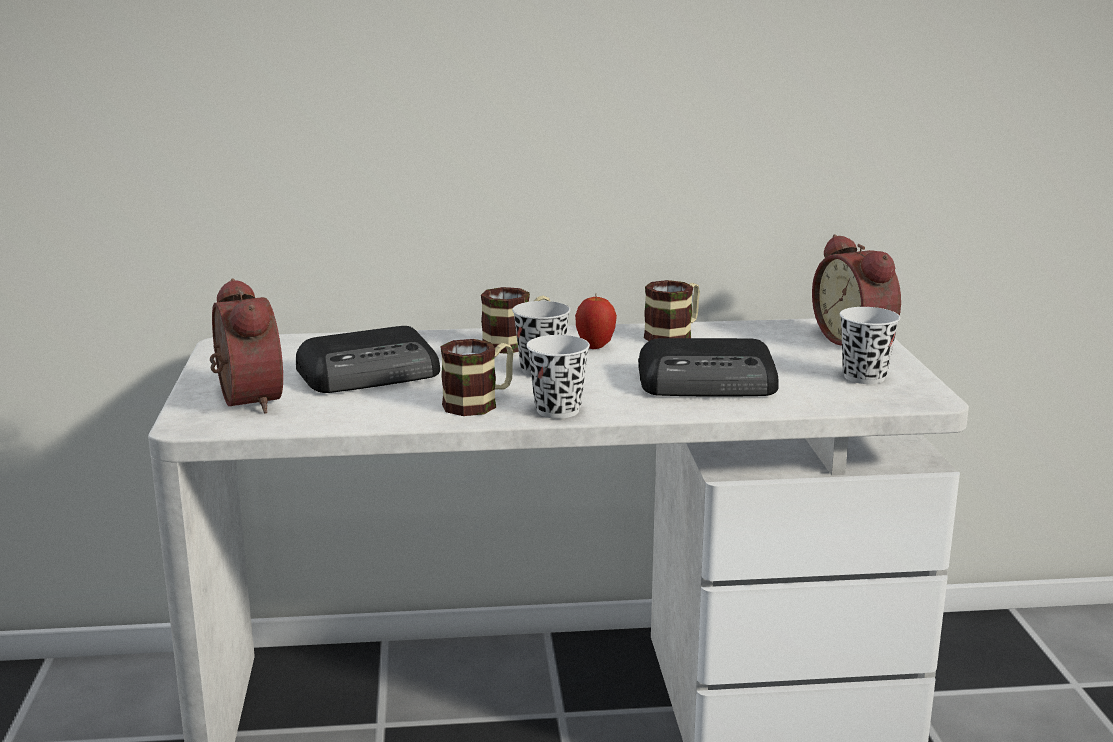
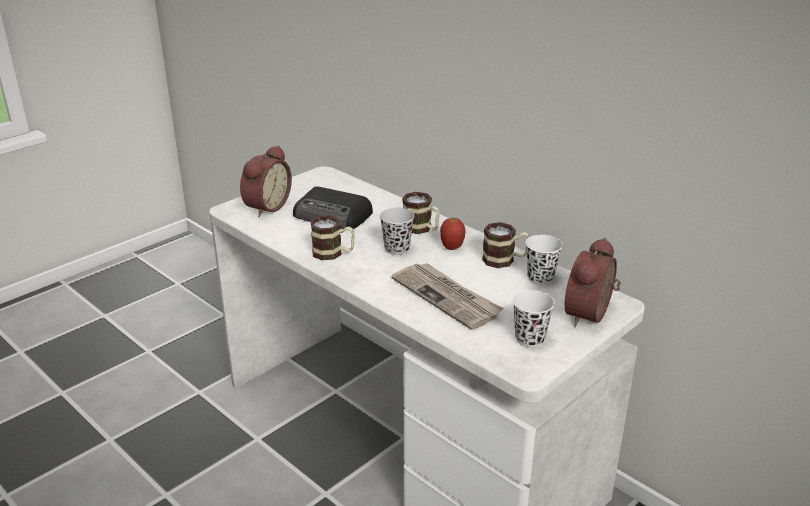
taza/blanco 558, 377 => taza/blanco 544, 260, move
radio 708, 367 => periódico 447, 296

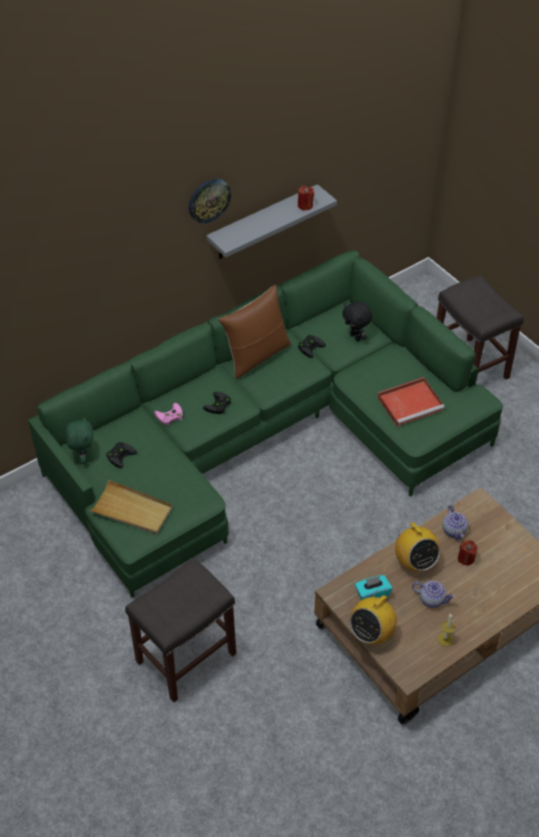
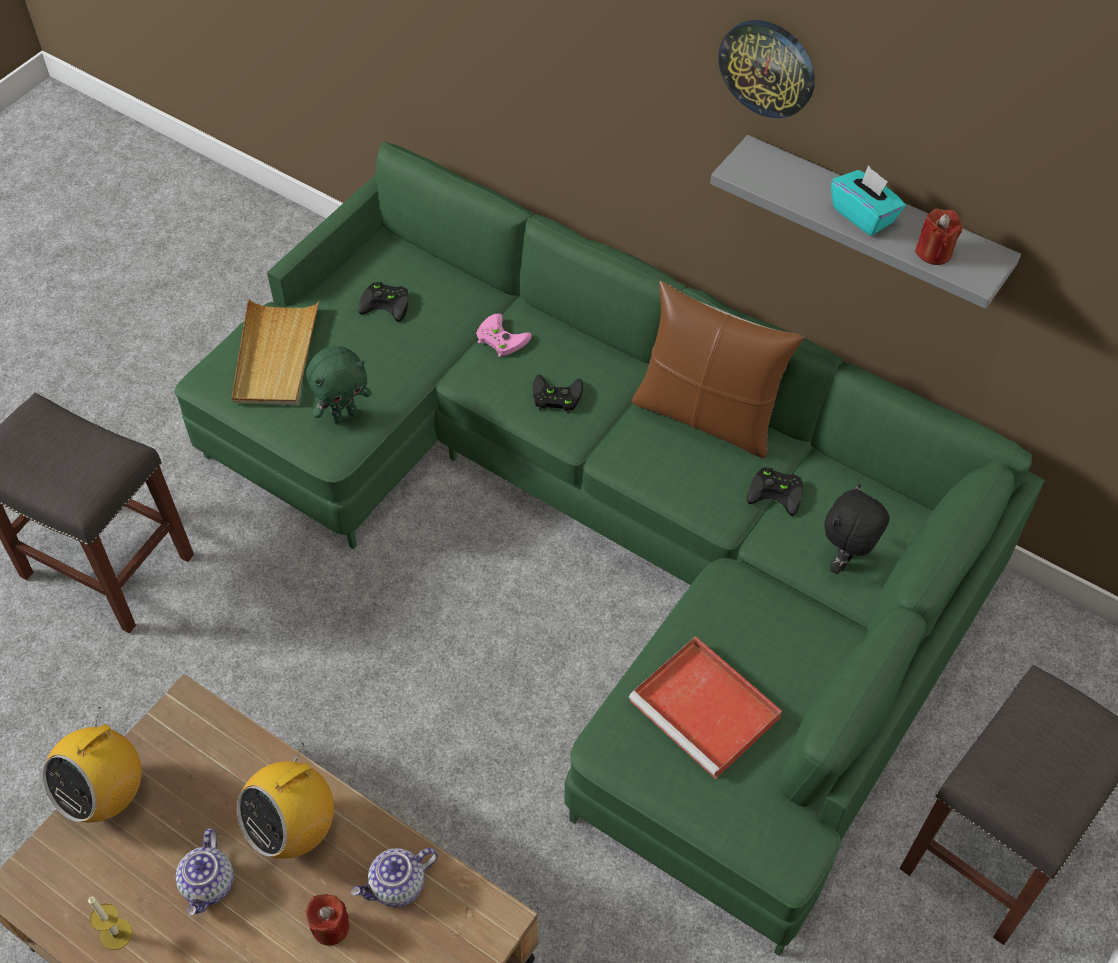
peluche/verde 79, 440 => peluche/verde 339, 385, move
caja de pañuelos/turquesa 373, 587 => caja de pañuelos/turquesa 868, 200, move
radio 373, 615 => radio 92, 764, 75 degrees counterclockwise

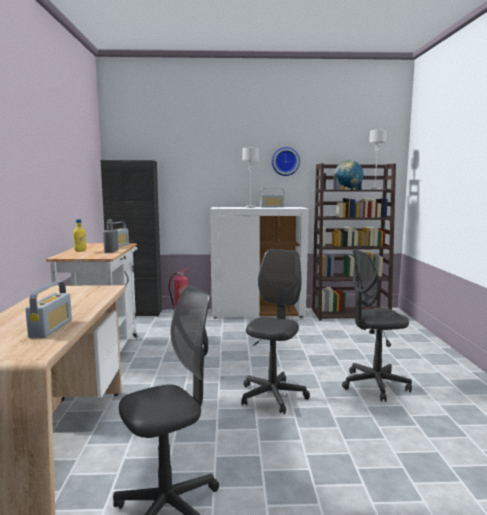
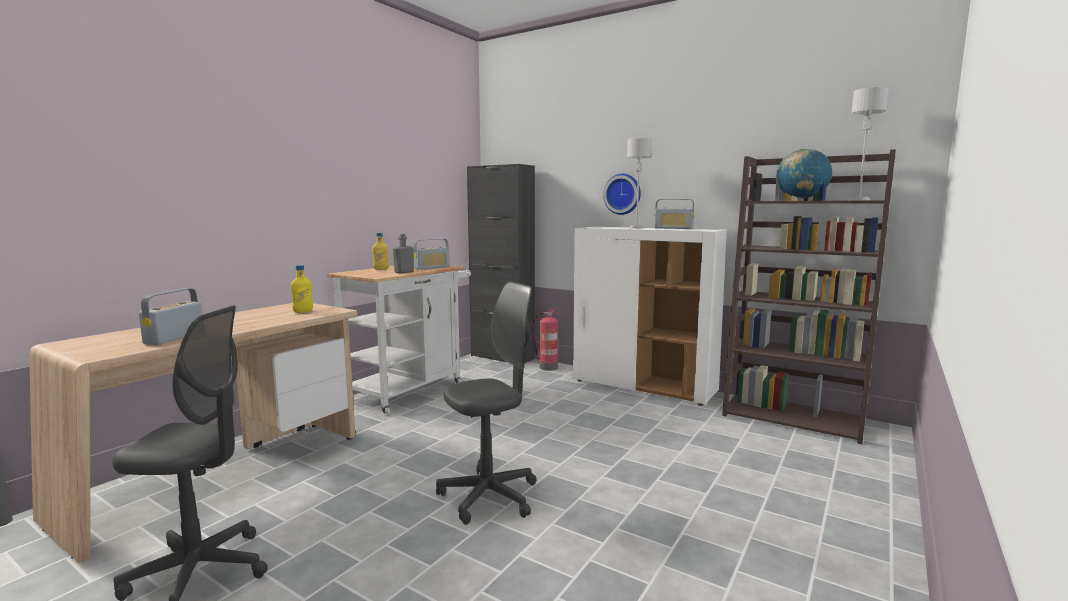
silla de oficina/gris 377, 325 => nothing
nothing => botella/amarillo 302, 289
reloj de pared 286, 161 => reloj de pared 622, 194, move
radio 48, 309 => radio 171, 316, 150 degrees clockwise

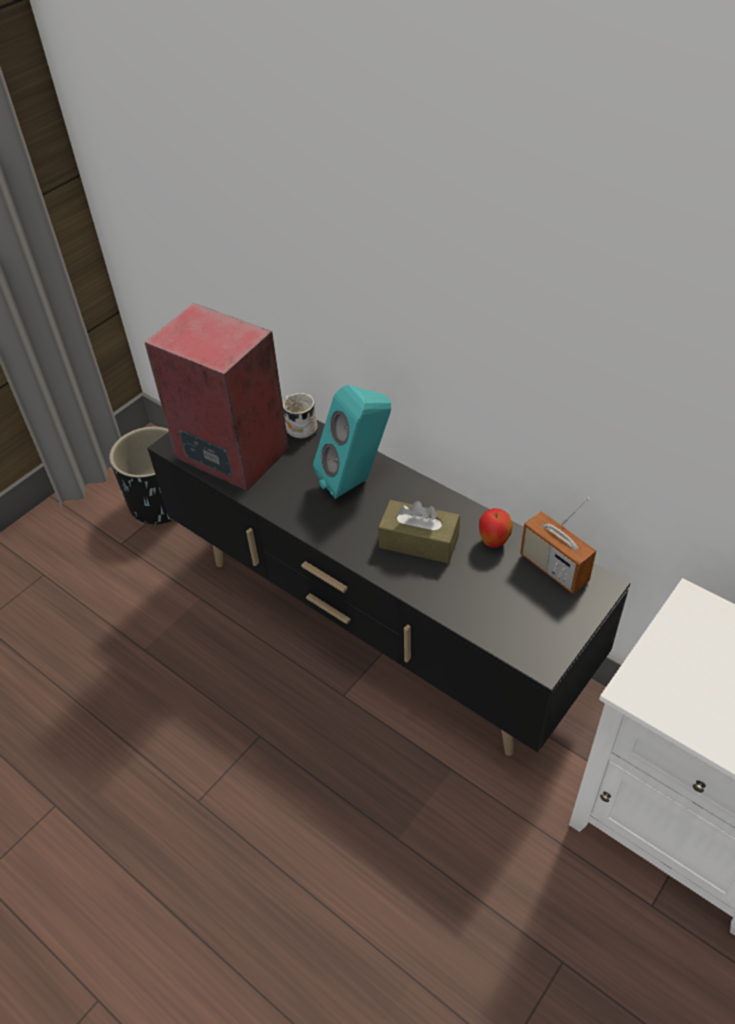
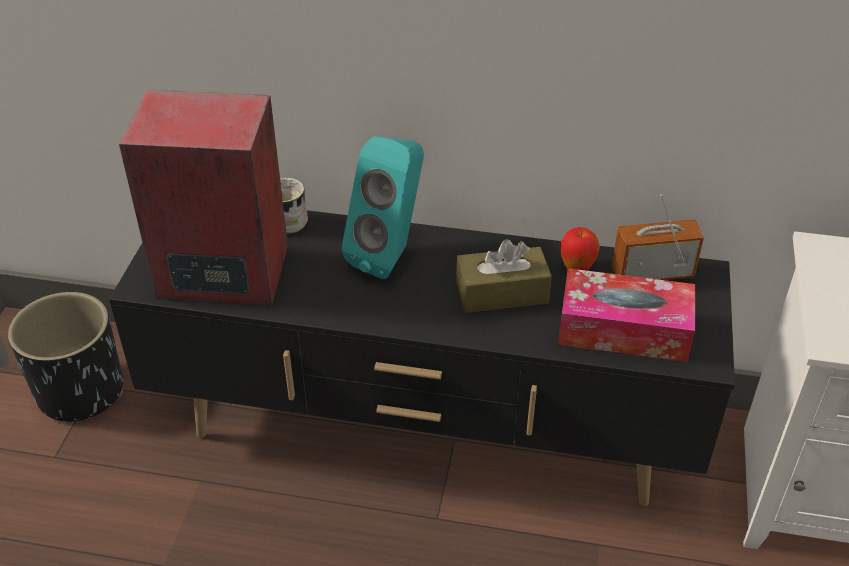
nothing => caja de pañuelos 626, 315
radio 558, 545 => radio 658, 237, 150 degrees clockwise

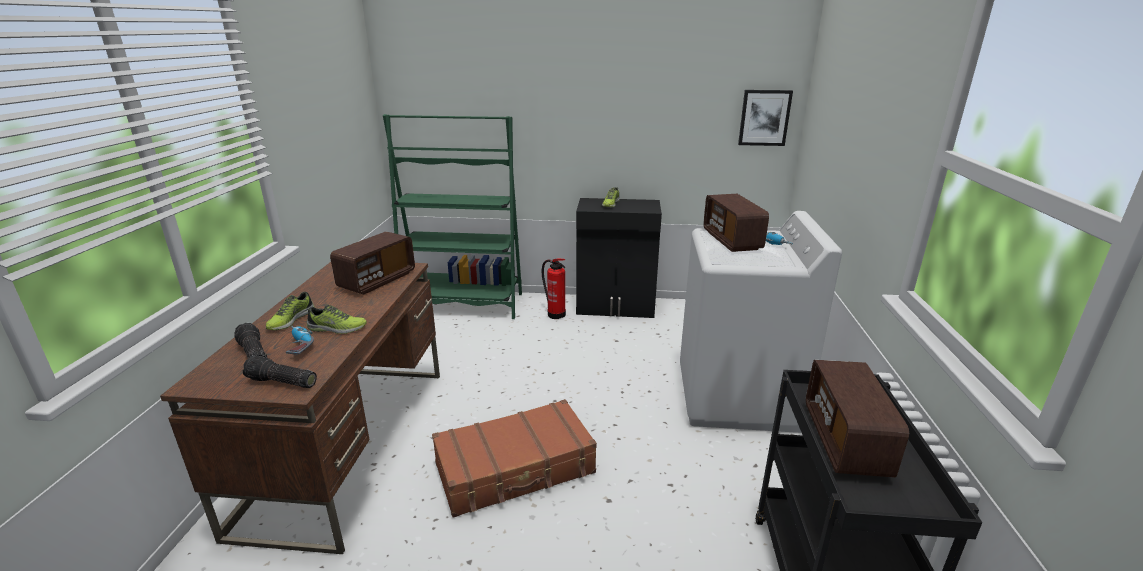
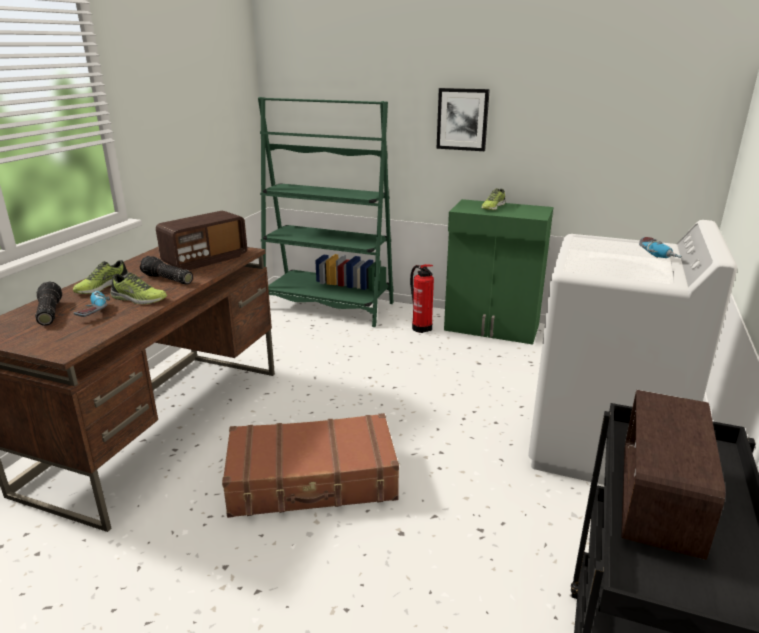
radio 736, 223 => nothing
linterna 280, 372 => linterna 166, 270, move
cuadro 765, 118 => cuadro 463, 119, move
armario/negro 619, 258 => armario/verde 498, 271

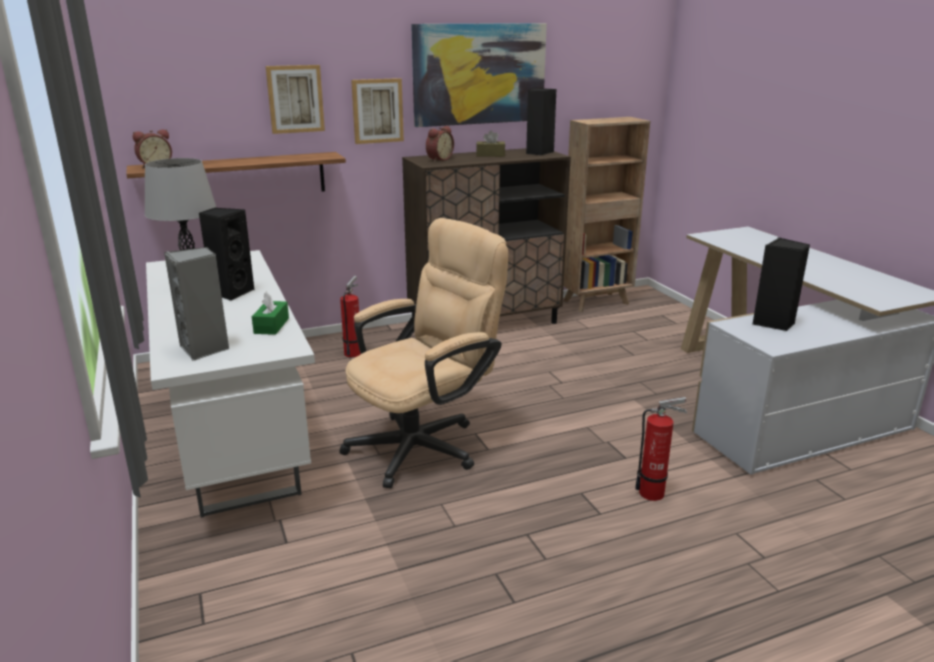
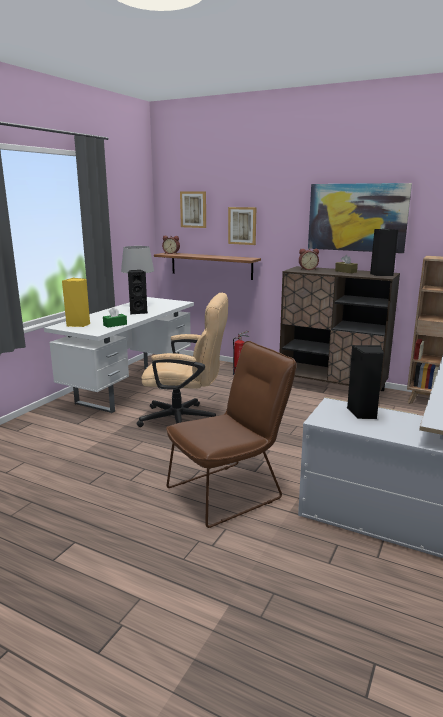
cuadro 377, 111 => cuadro 193, 210, move
extintor 661, 449 => silla/marrón 231, 434
altavoz/gris 196, 304 => altavoz/amarillo 76, 302

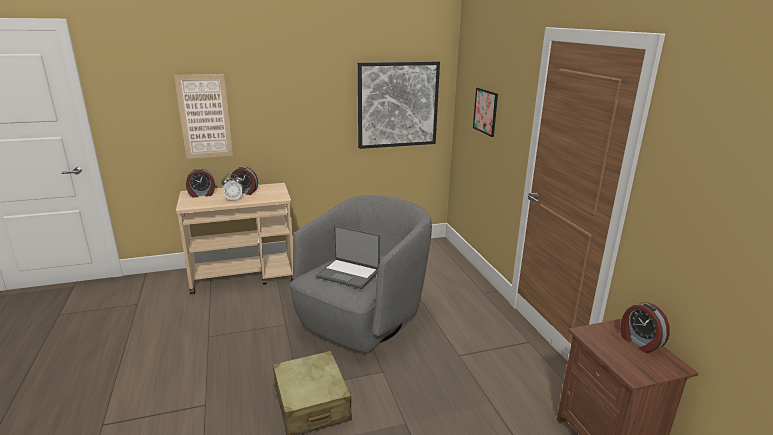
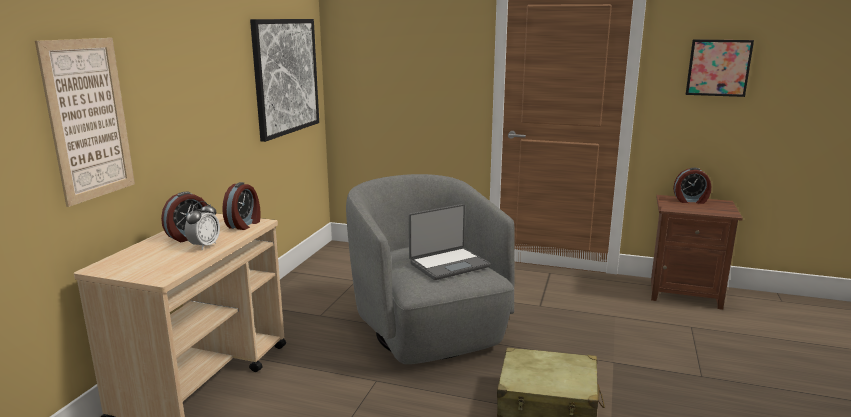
despertador 200, 183 => despertador 241, 206, move
cuadro 485, 112 => cuadro 720, 68, move

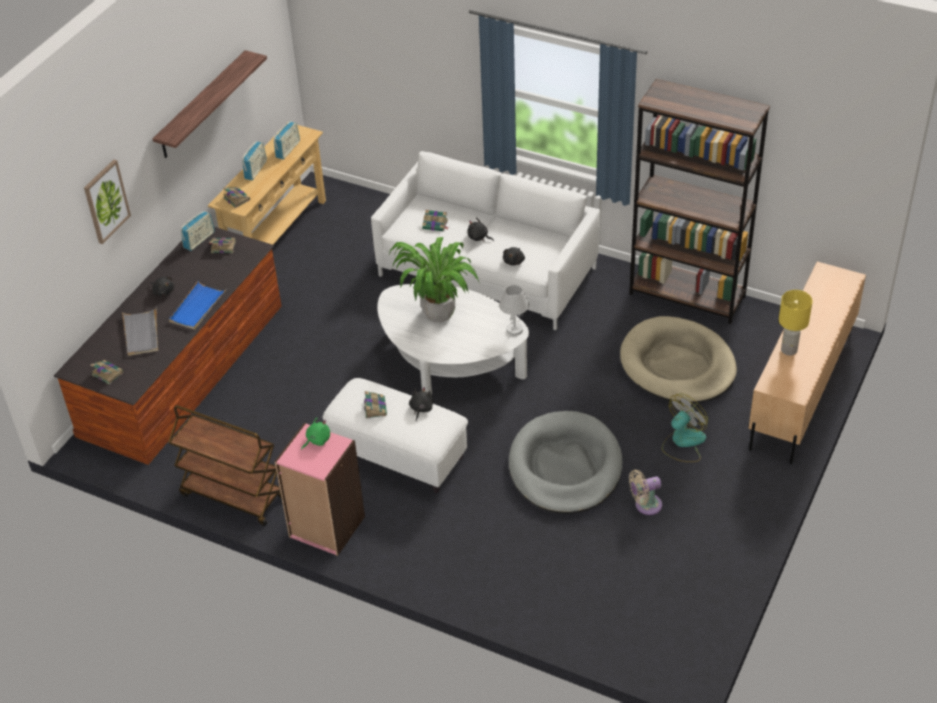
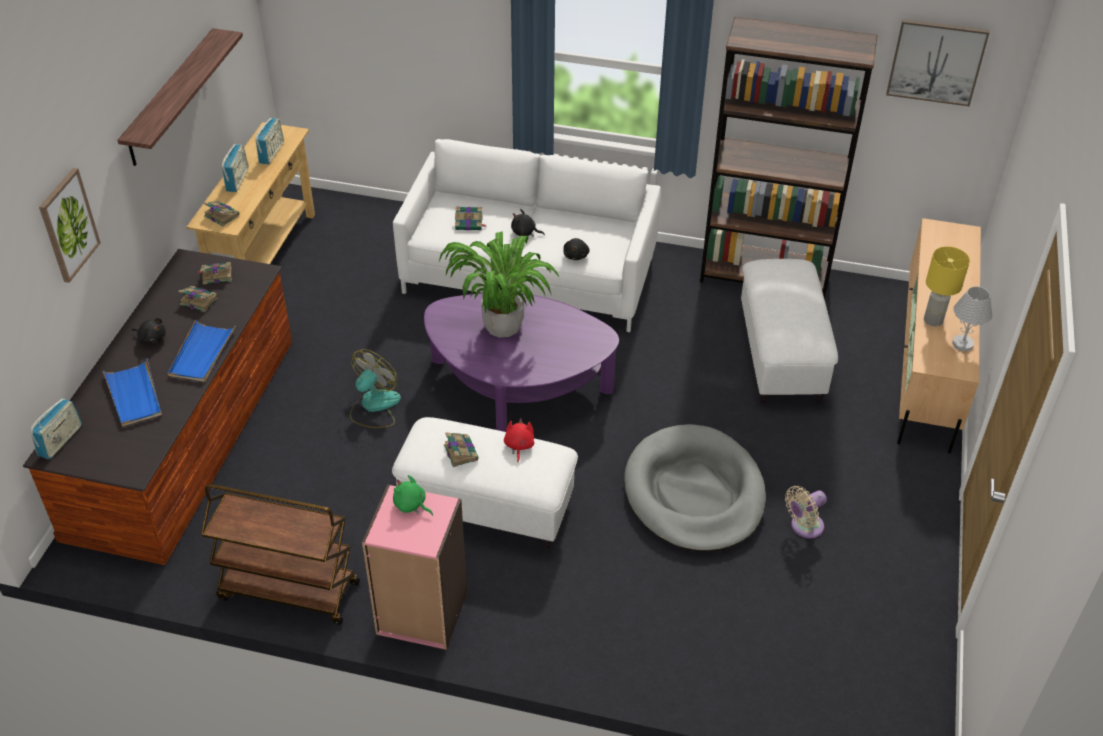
nothing => cuadro 938, 62
libro 106, 372 => libro 198, 299, move
radio 198, 231 => radio 56, 428, move
lámpara de mesa/blanco 514, 310 => lámpara de mesa/blanco 972, 319, move
ventilador 685, 427 => ventilador 375, 388, move
cama para perro/beis 678, 359 => puf/blanco 789, 331
bandeja/gris 140, 332 => bandeja/azul 132, 393
mesa de centro/blanco 453, 339 => mesa de centro/morado 521, 362
peluche/negro 421, 404 => peluche/rojo 519, 440
peluche/verde 315, 434 => peluche/verde 413, 495, 90 degrees counterclockwise

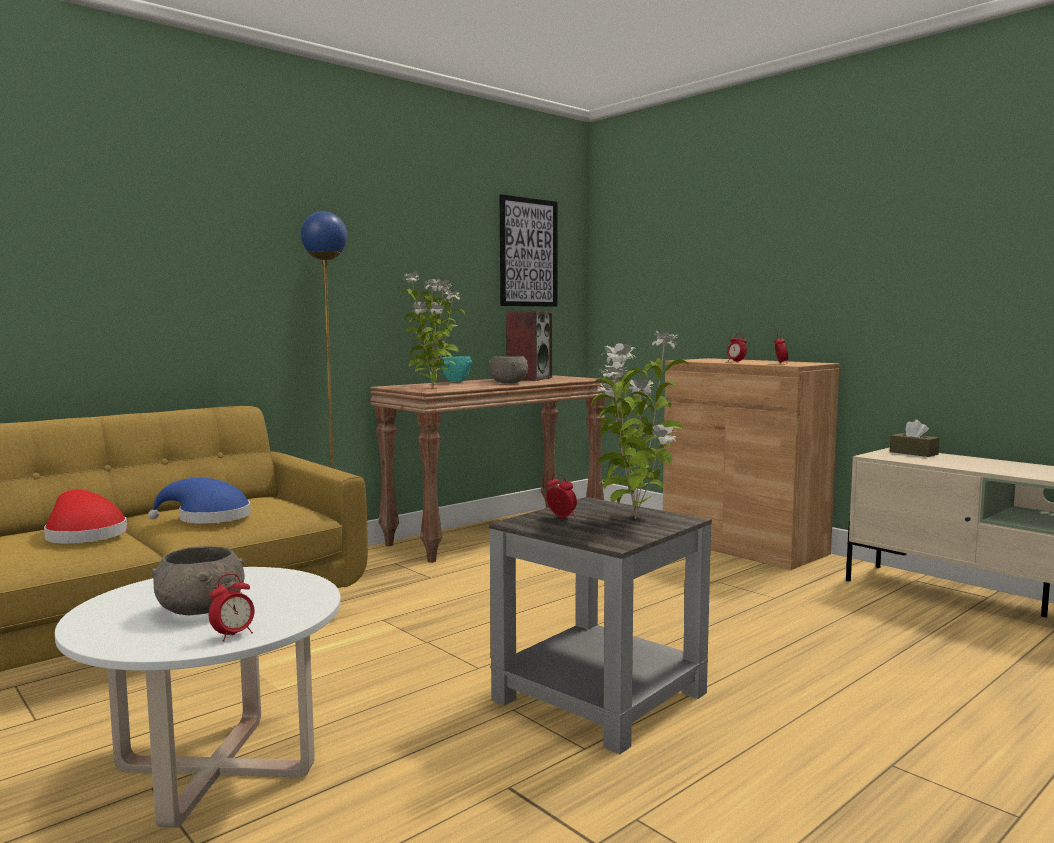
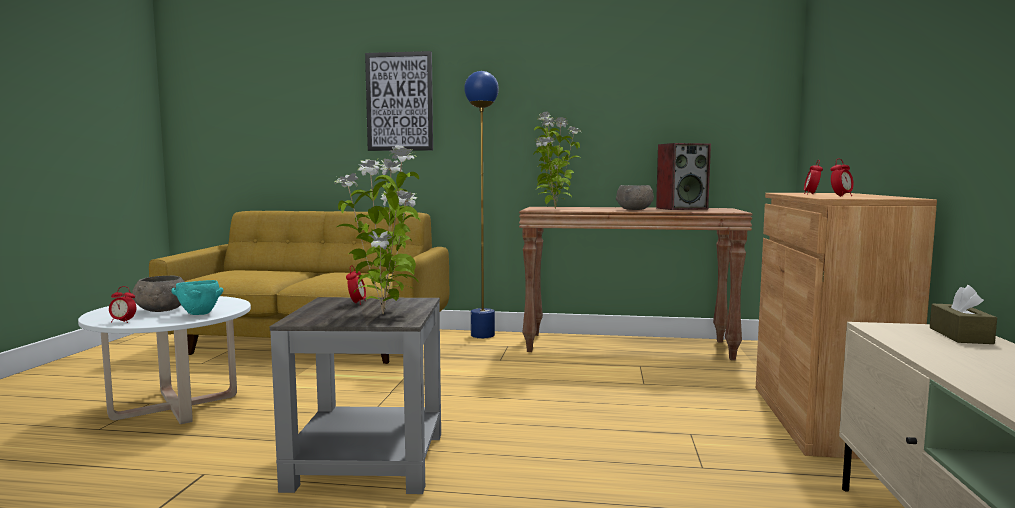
sombrero/rojo 85, 516 => nothing
sombrero/azul 199, 500 => nothing
cuenco/turquesa 456, 369 => cuenco/turquesa 197, 297, move
cuadro 528, 250 => cuadro 399, 101, move

